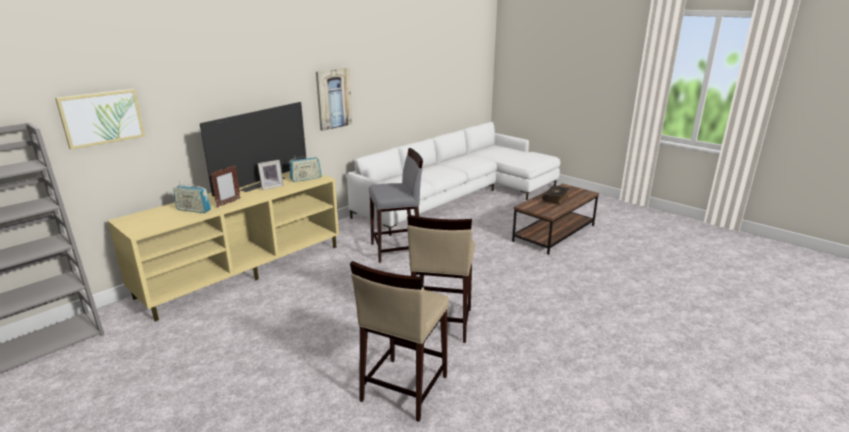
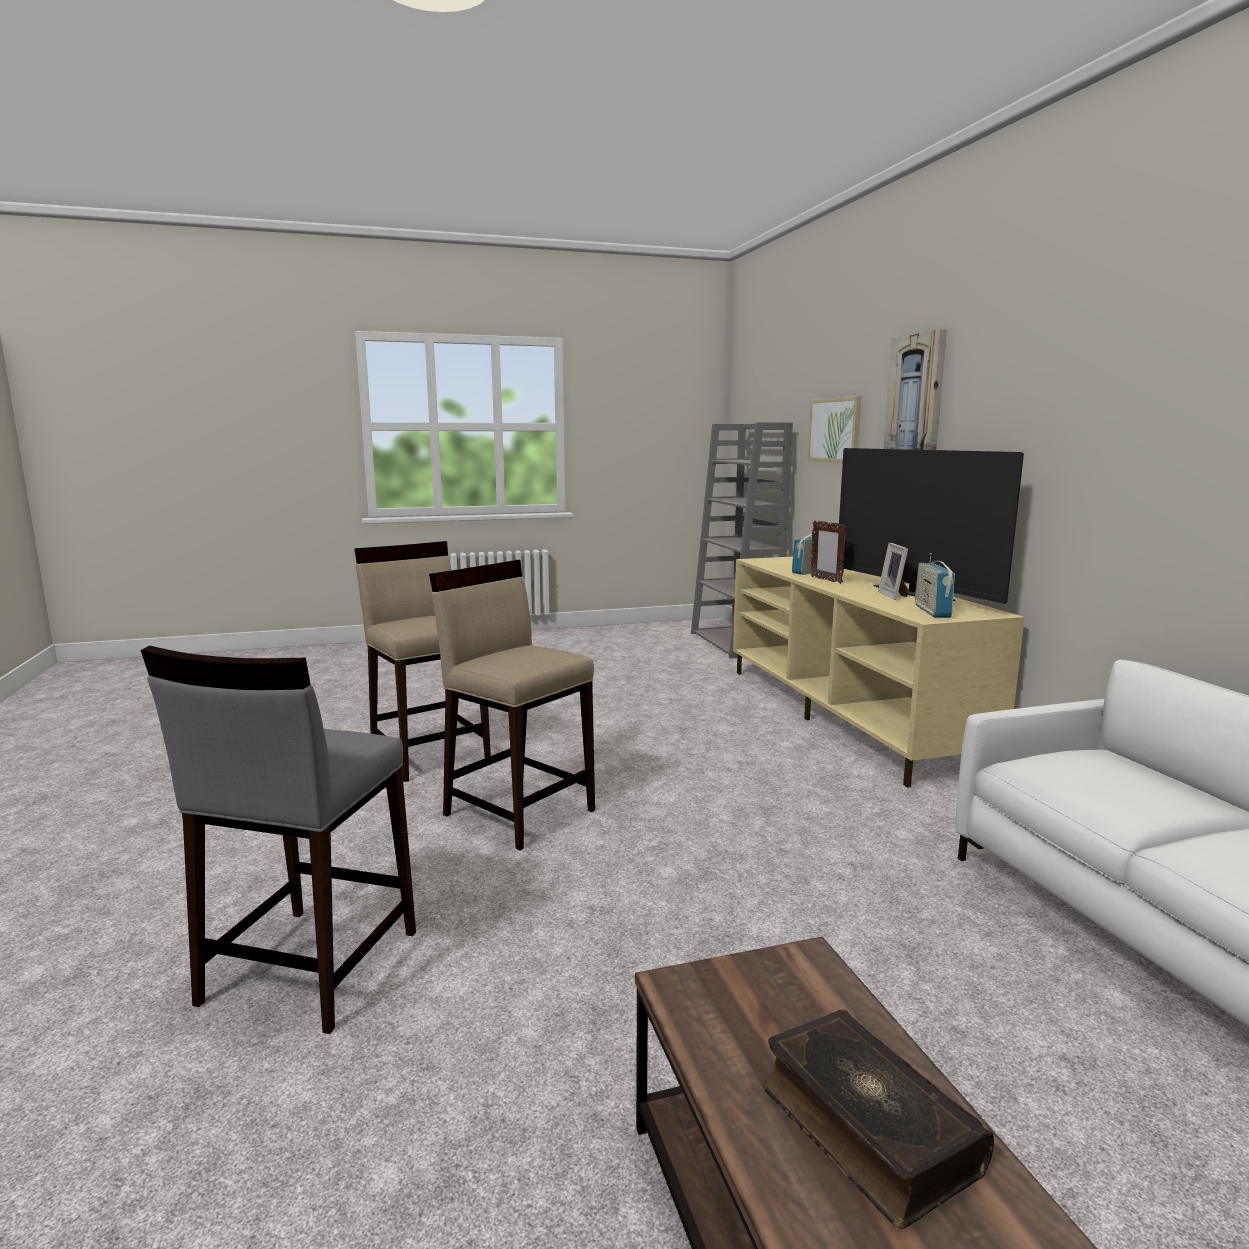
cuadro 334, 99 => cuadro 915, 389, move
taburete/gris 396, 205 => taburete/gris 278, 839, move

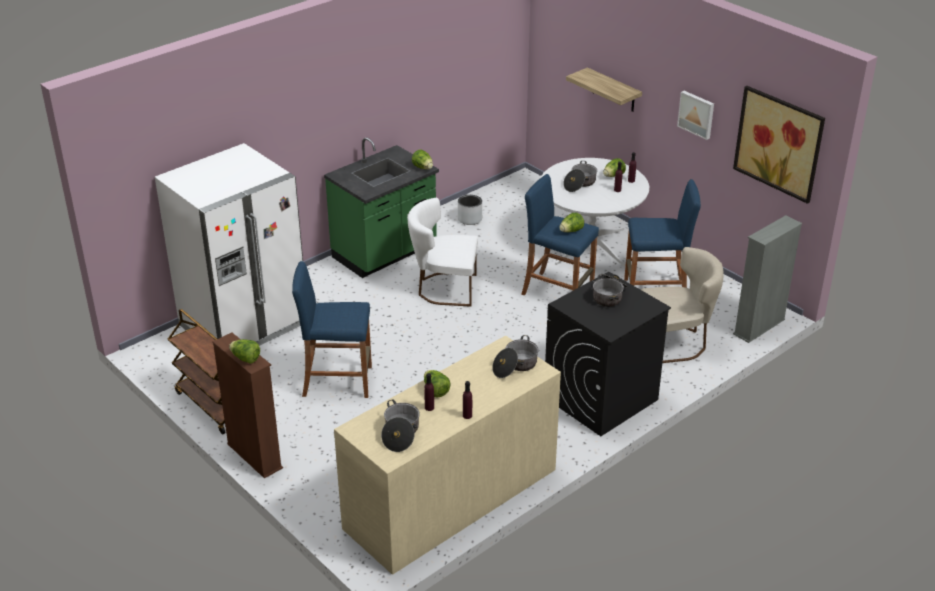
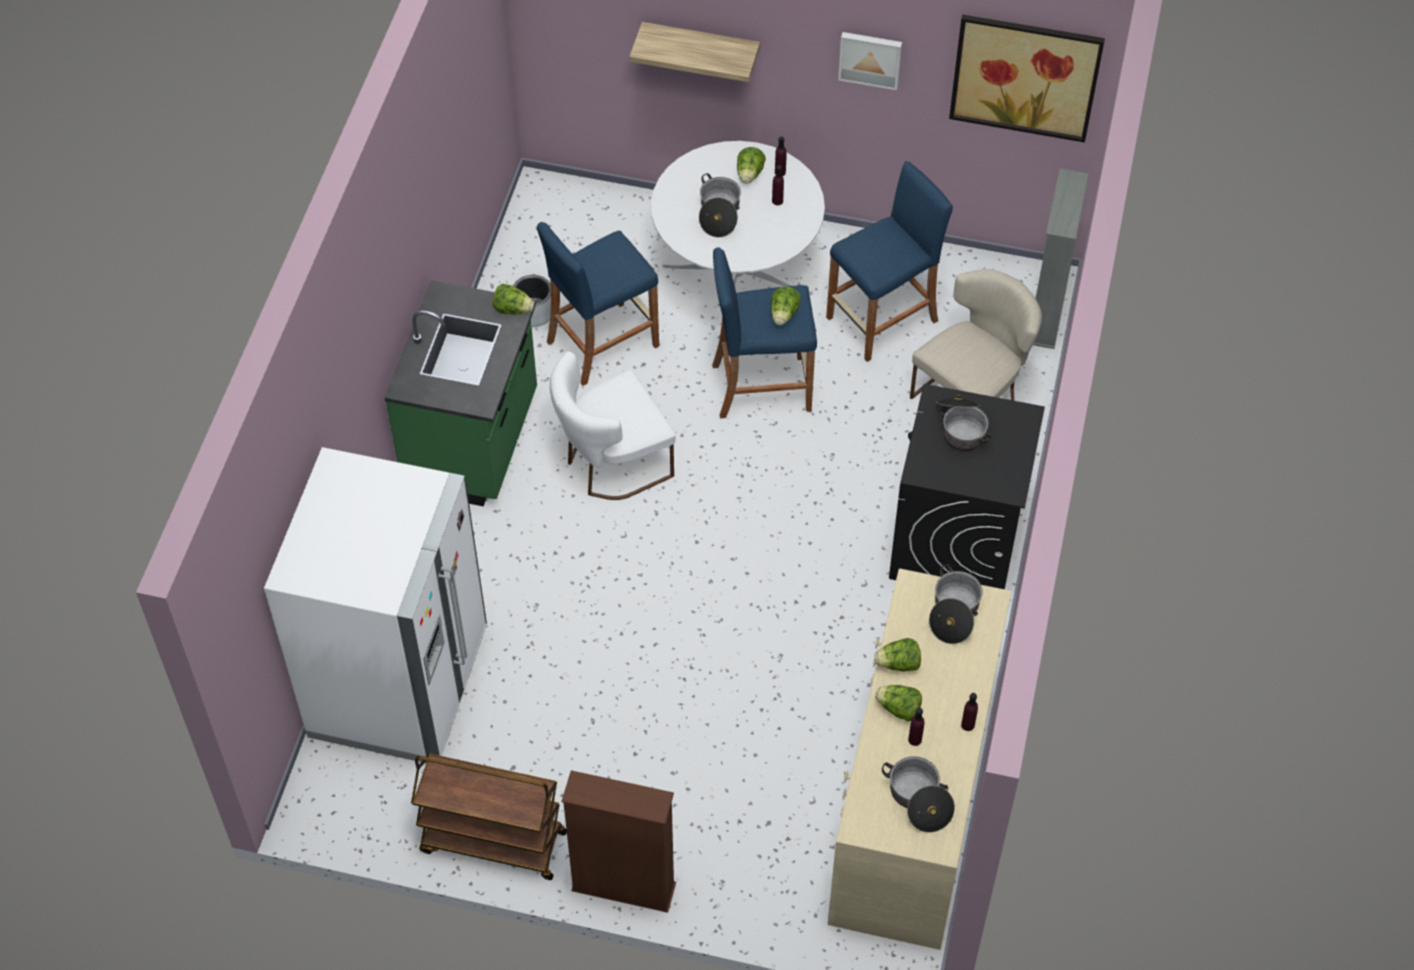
lechuga 244, 351 => lechuga 897, 655, move
taburete/azul 332, 329 => taburete/azul 598, 304, move

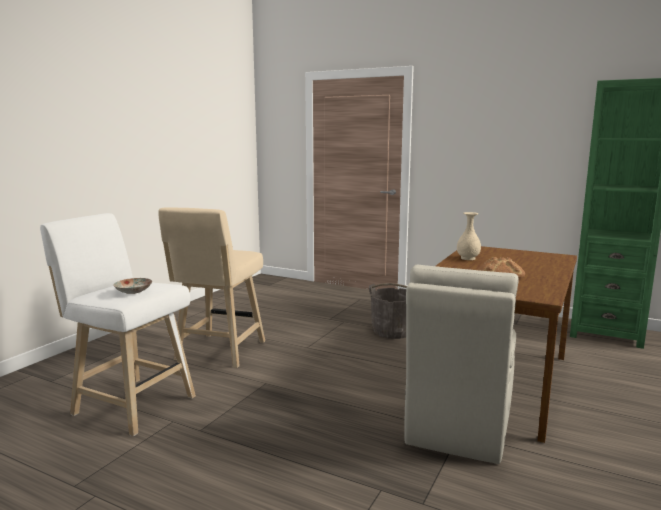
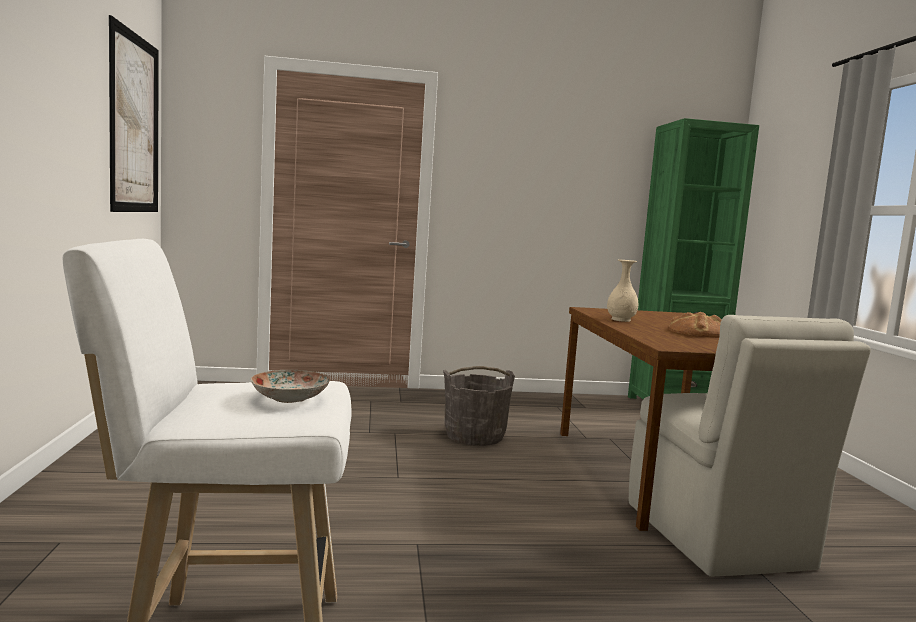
taburete/beis 212, 287 => nothing
nothing => cuadro 134, 113

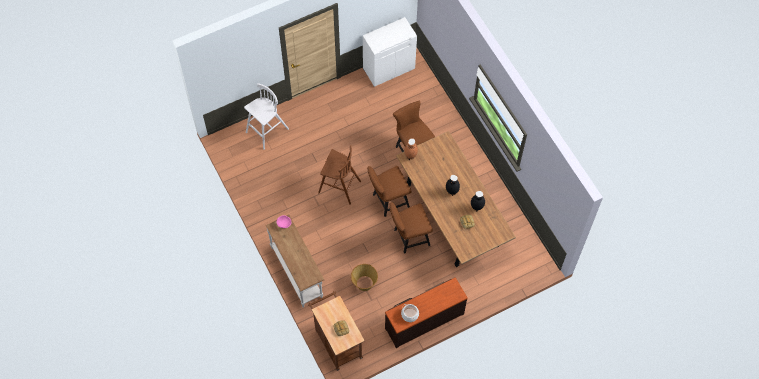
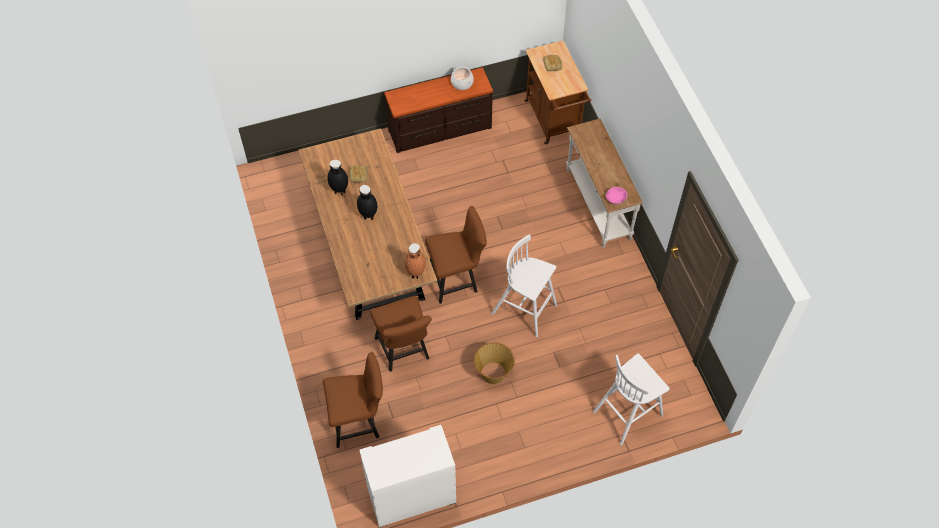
cesta 364, 277 => cesta 494, 363, move
silla/marrón 411, 227 => silla/marrón 353, 400, move
taburete/marrón 339, 175 => taburete/blanco 524, 285

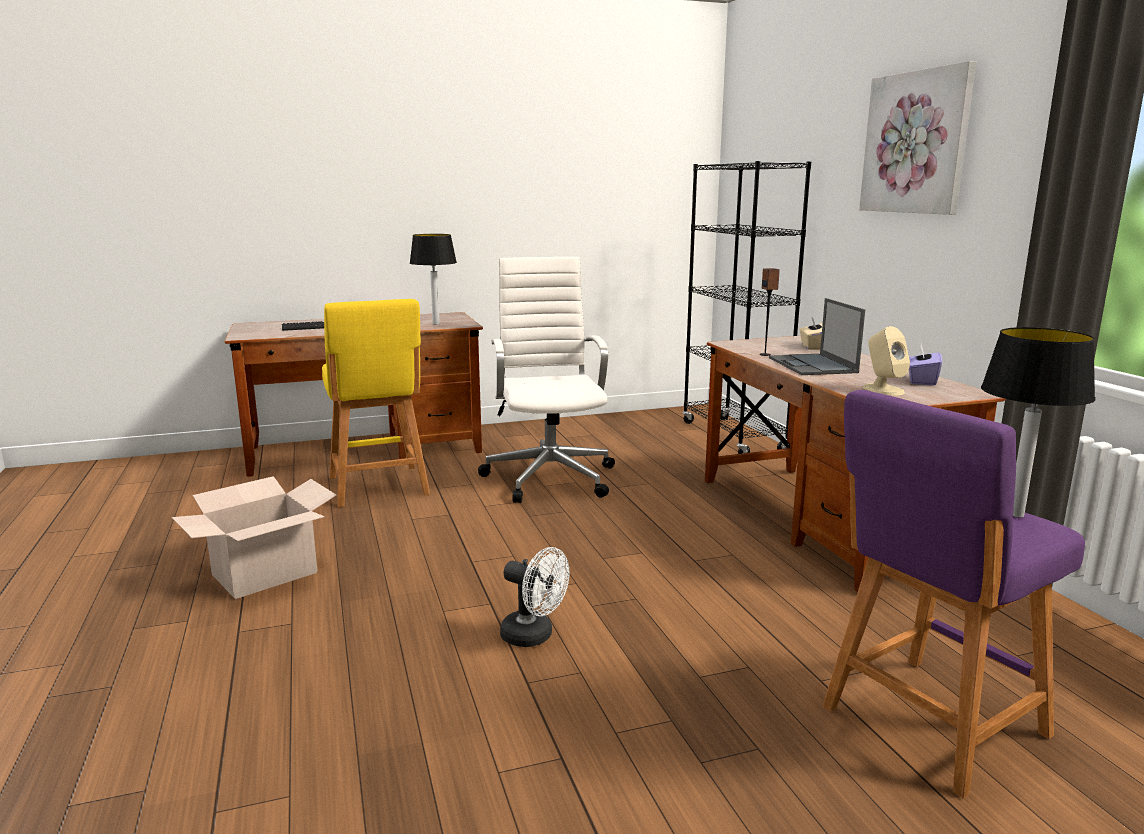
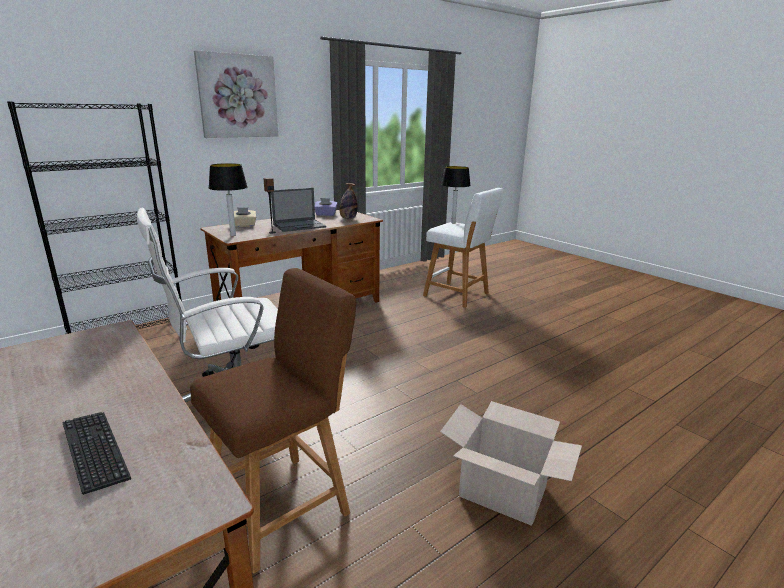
ventilador/blanco 535, 597 => nothing
lámpara de mesa 433, 279 => lámpara de mesa 228, 199, move
altavoz/beis 886, 361 => botella 348, 201
taburete/amarillo 376, 403 => taburete/marrón 273, 421
taburete/morado 954, 594 => taburete/blanco 463, 248

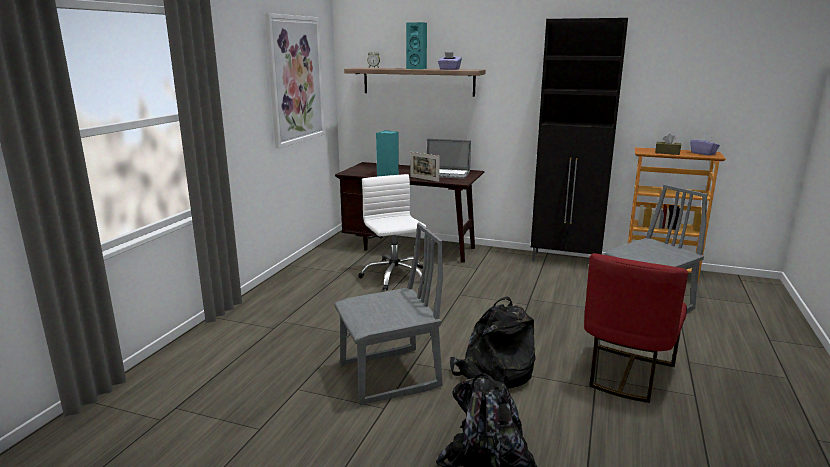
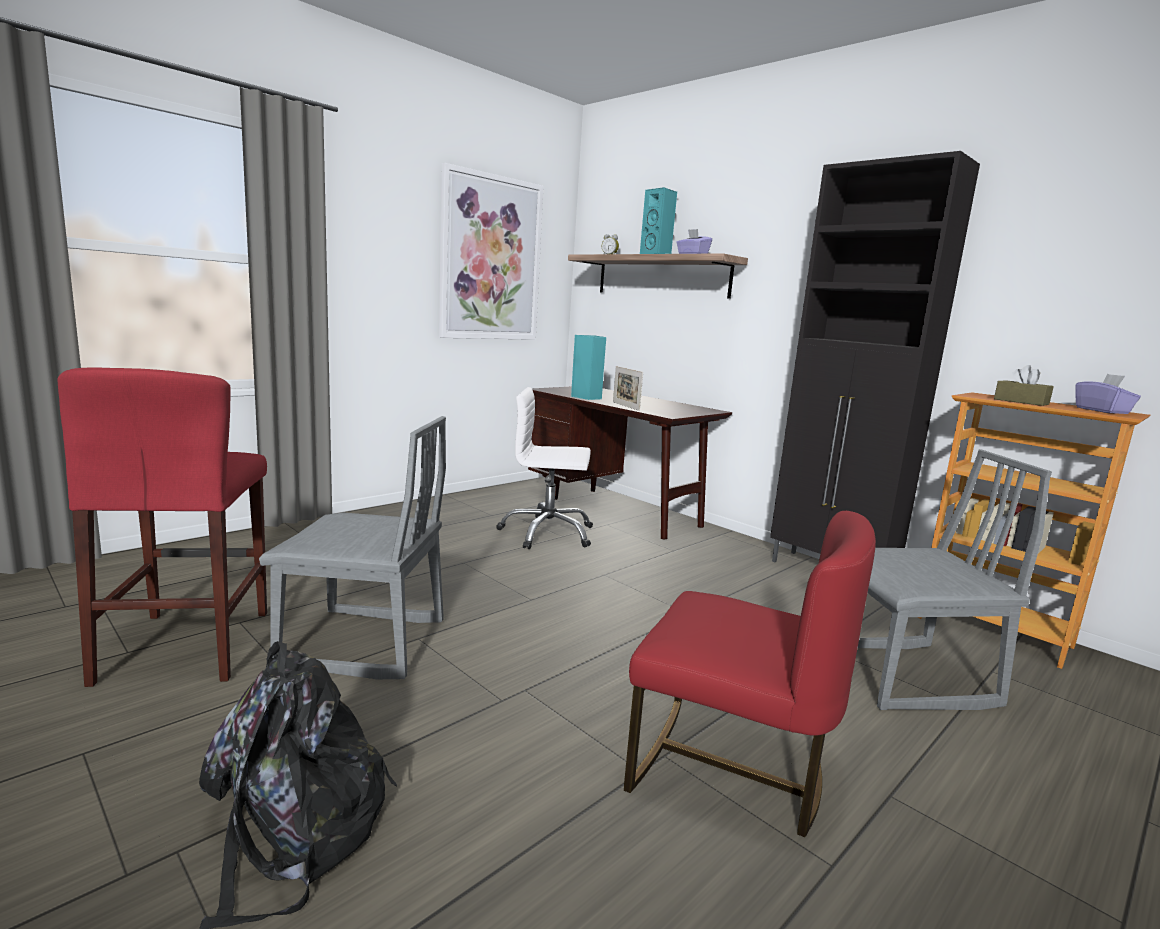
portátil 449, 159 => nothing
mochila/negro 493, 342 => nothing
nothing => taburete/rojo 162, 527
silla de oficina/blanco 392, 232 => silla de oficina/blanco 544, 468, 90 degrees counterclockwise
silla/rojo 636, 328 => silla/rojo 750, 674, 120 degrees counterclockwise

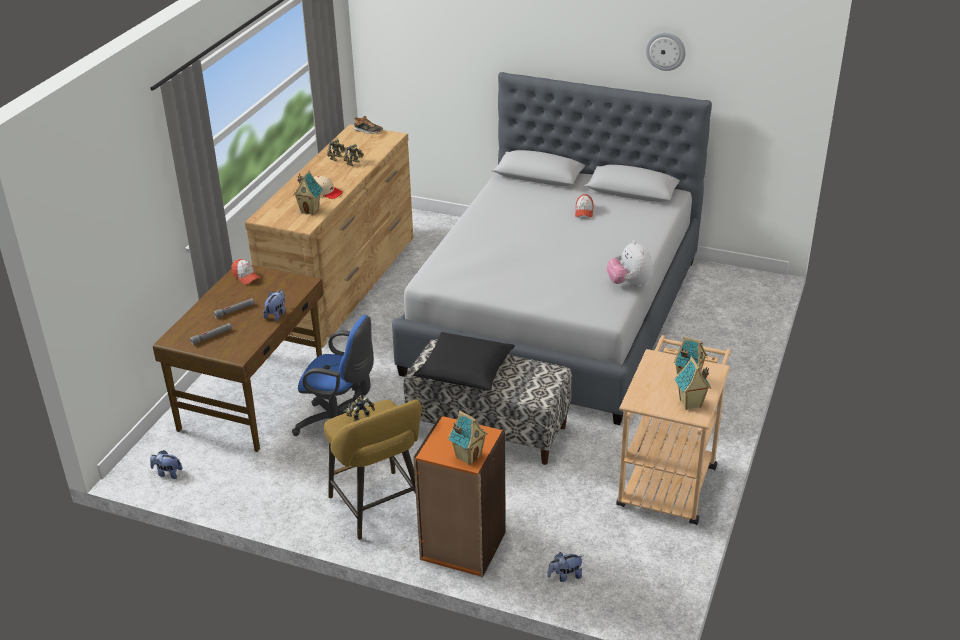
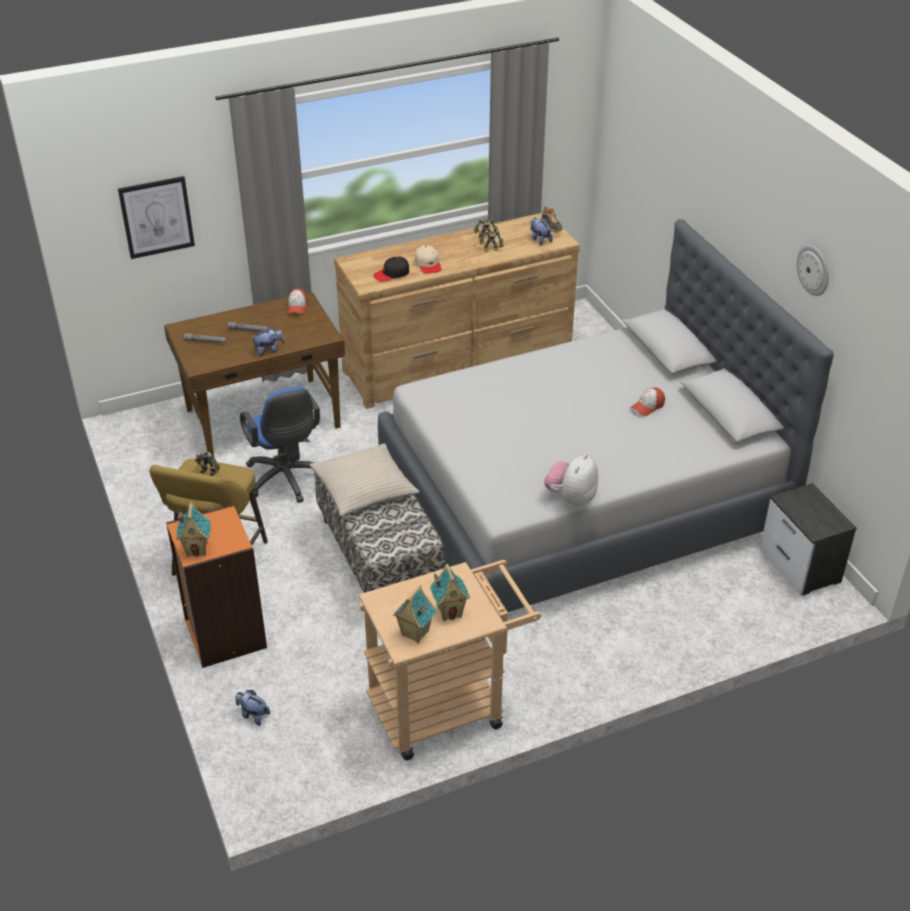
nothing => cuadro 156, 217
nothing => mesita de noche 808, 539
peluche 166, 464 => peluche 542, 231, move
casita 308, 192 => gorra/negro 391, 269
cojín/negro 464, 361 => cojín/beis 364, 479

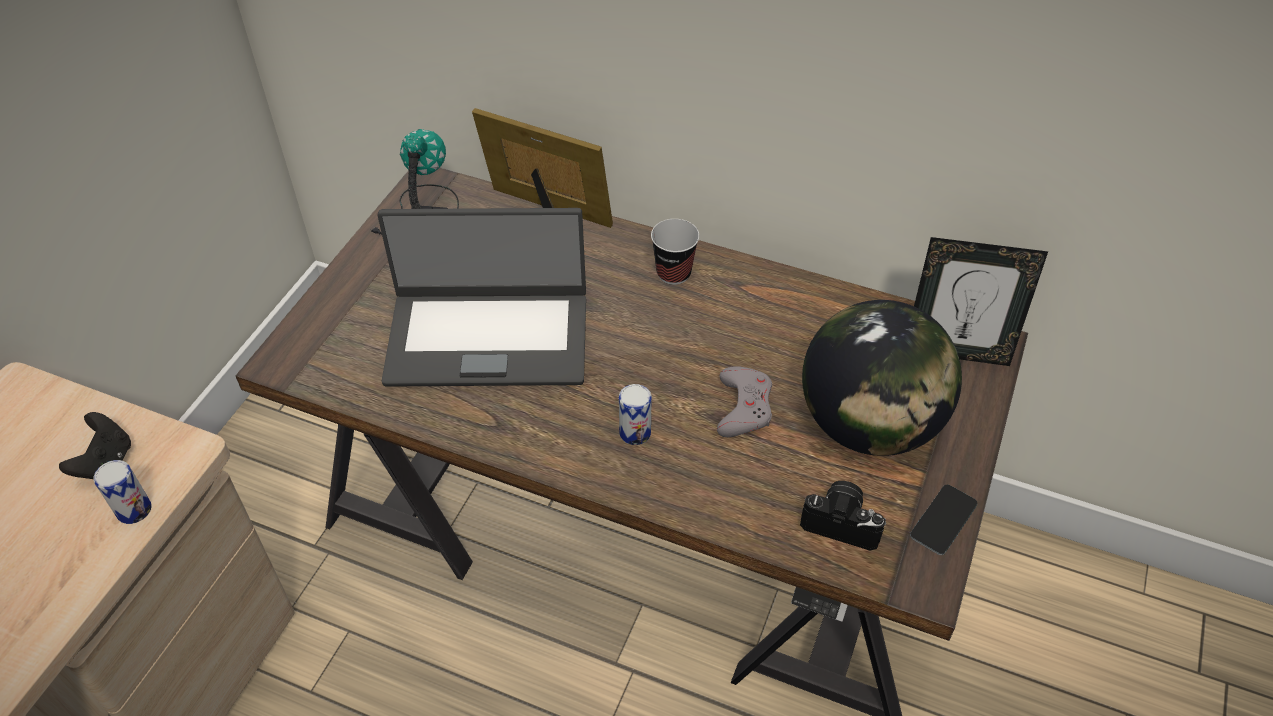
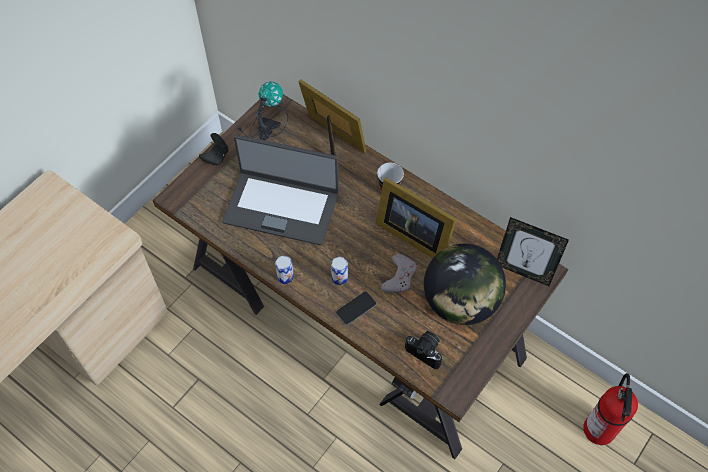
nothing => portarretratos 416, 217
nothing => extintor 610, 409
mando de consola/negro 95, 445 => mando de consola/negro 213, 149, move
lata 122, 492 => lata 284, 270, move
móvil 944, 520 => móvil 356, 308, move

